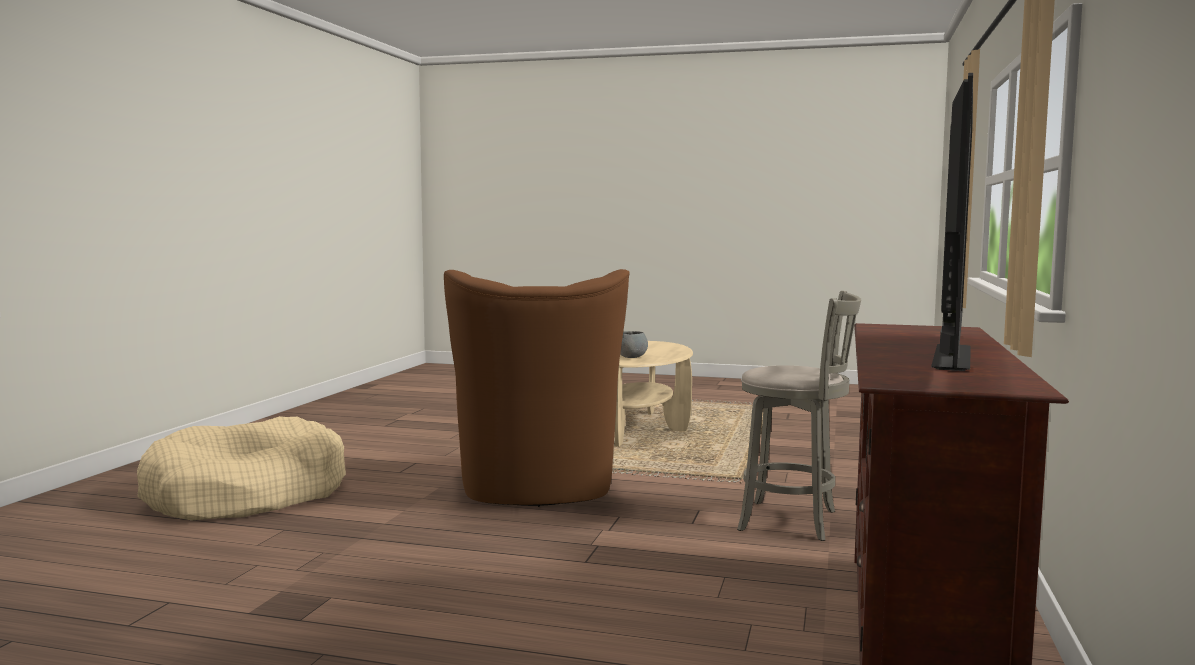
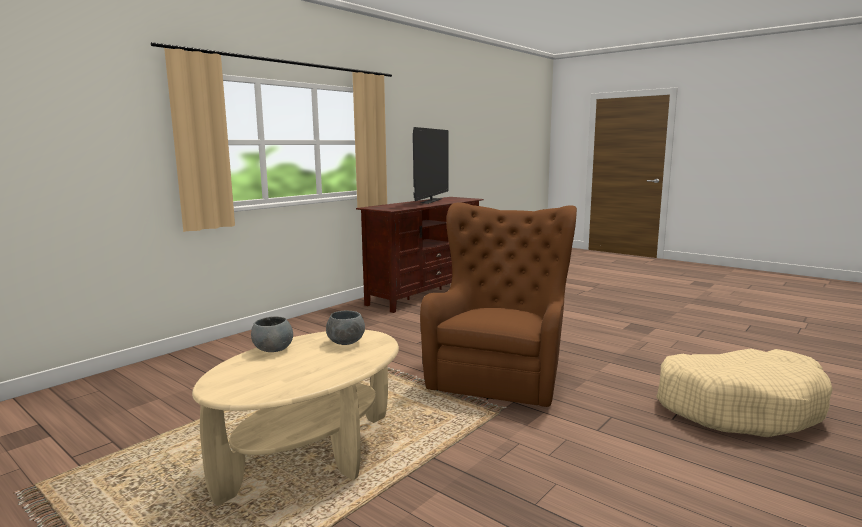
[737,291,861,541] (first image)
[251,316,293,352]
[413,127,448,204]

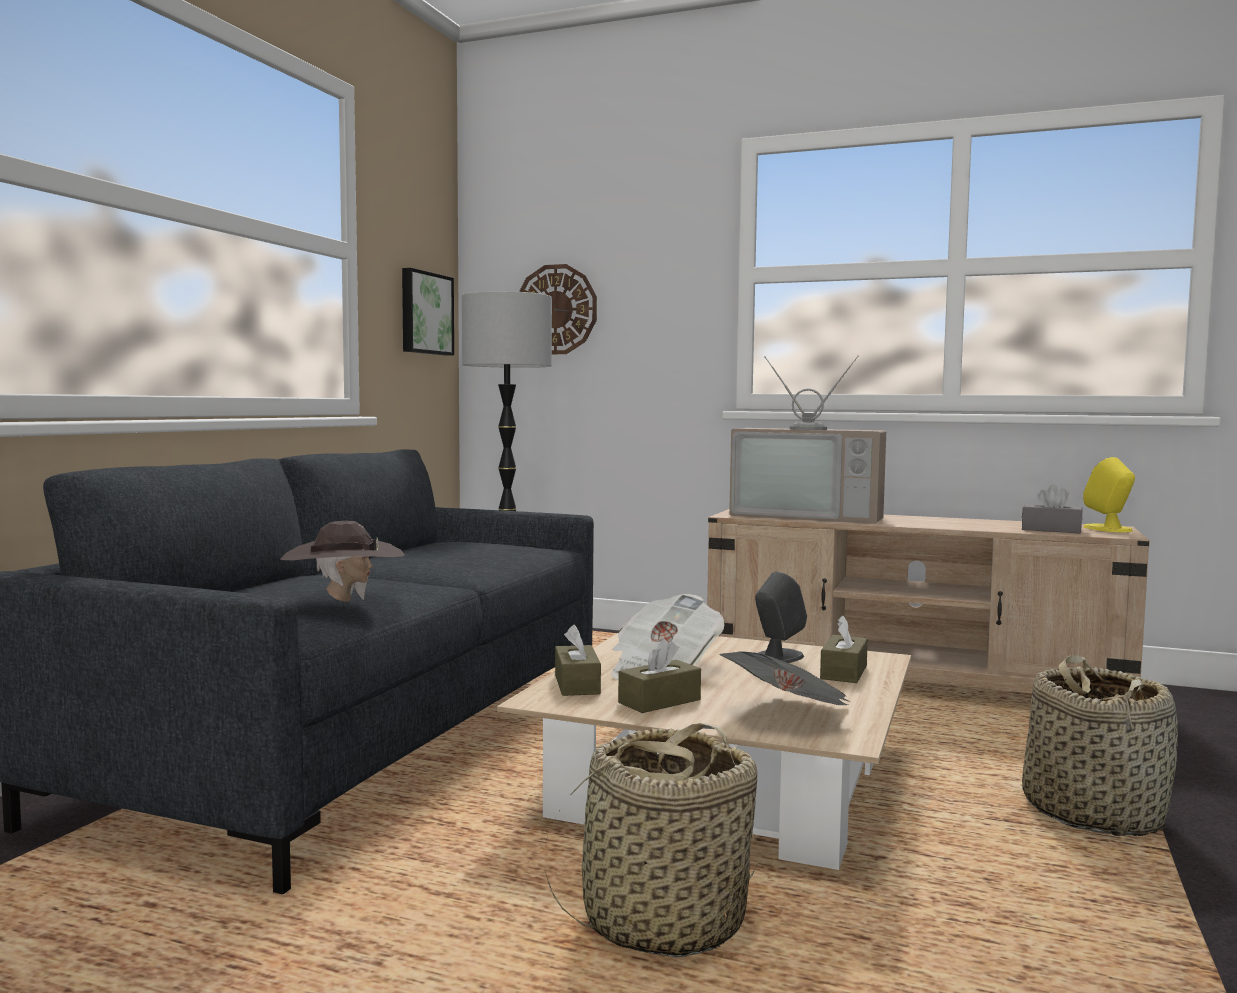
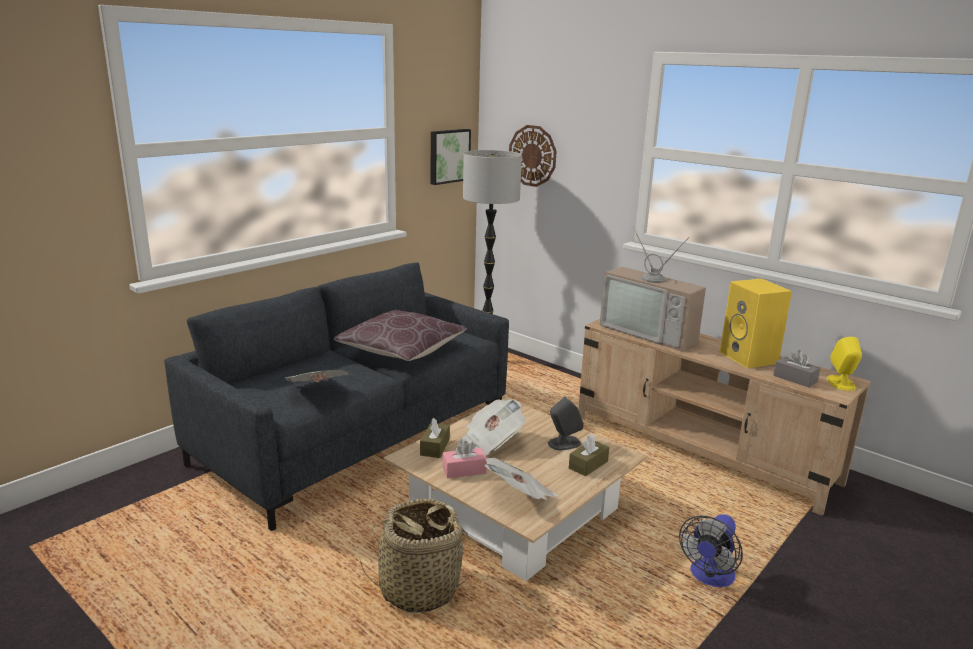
[334,310,467,361]
[720,279,792,368]
[284,370,350,382]
[679,514,743,587]
[443,441,487,478]

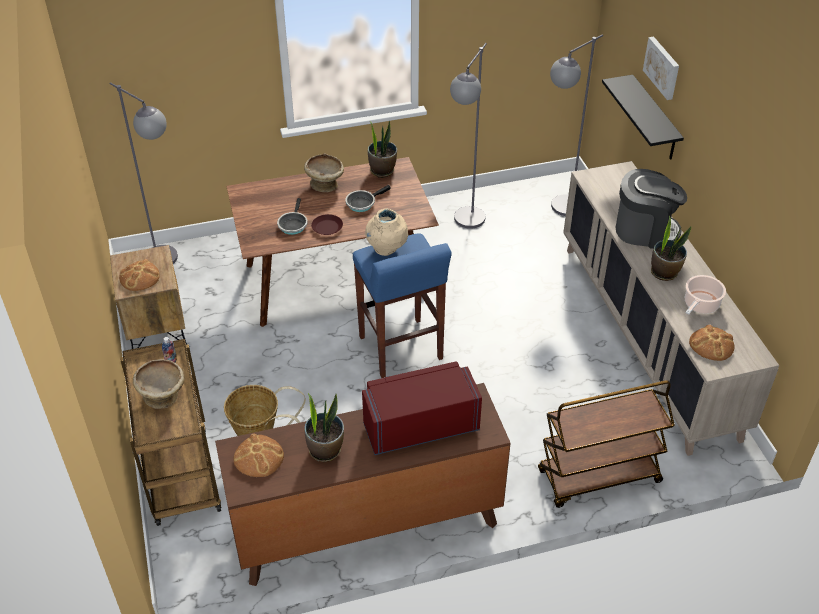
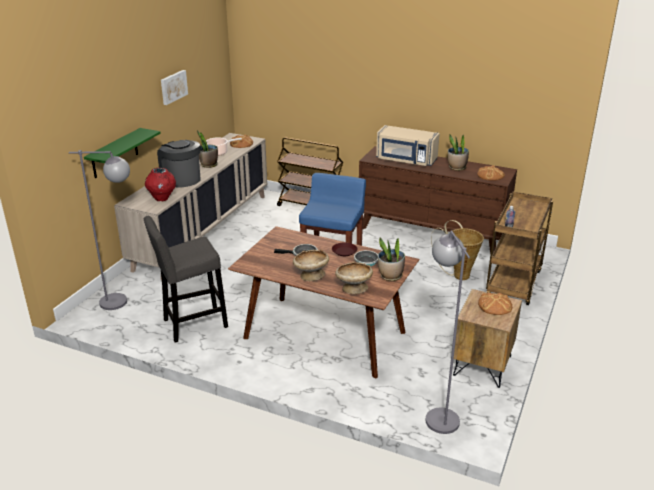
[365,208,408,256] (first image)
[145,168,176,201]
[335,261,373,294]
[378,238,405,281]
[161,70,188,105]
[144,216,228,343]
[376,125,440,166]
[84,128,161,178]

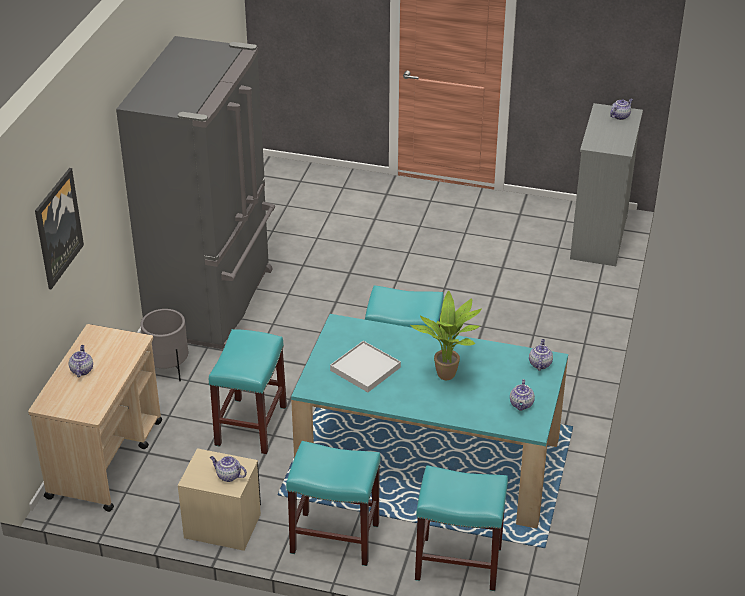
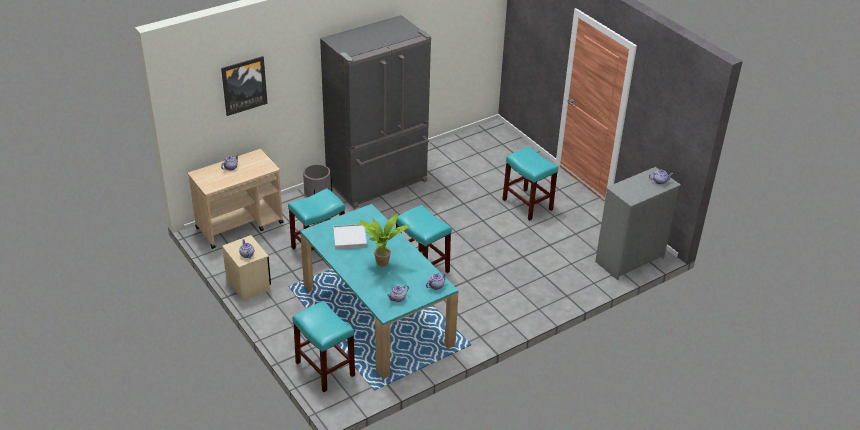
[502,147,558,221]

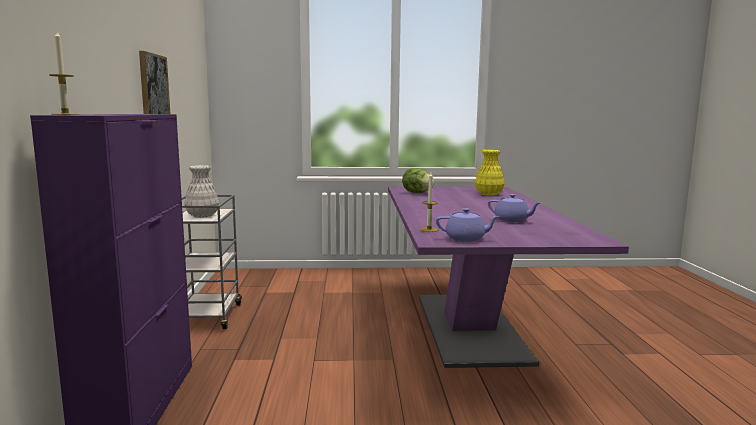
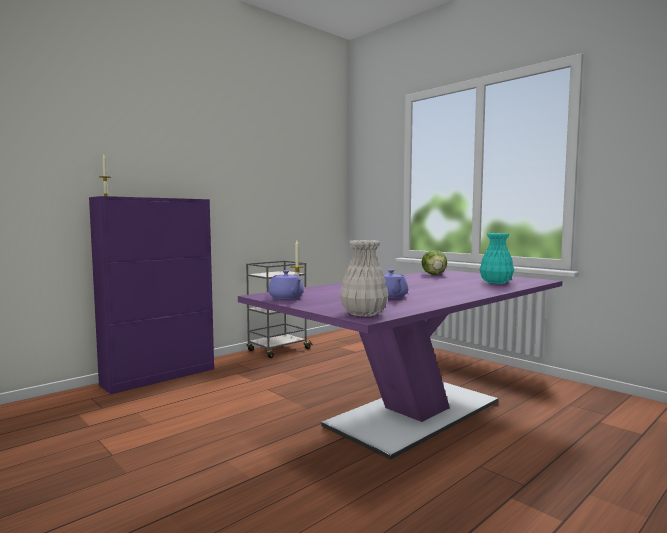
[139,51,170,114] (first image)
[340,240,388,317]
[480,233,514,284]

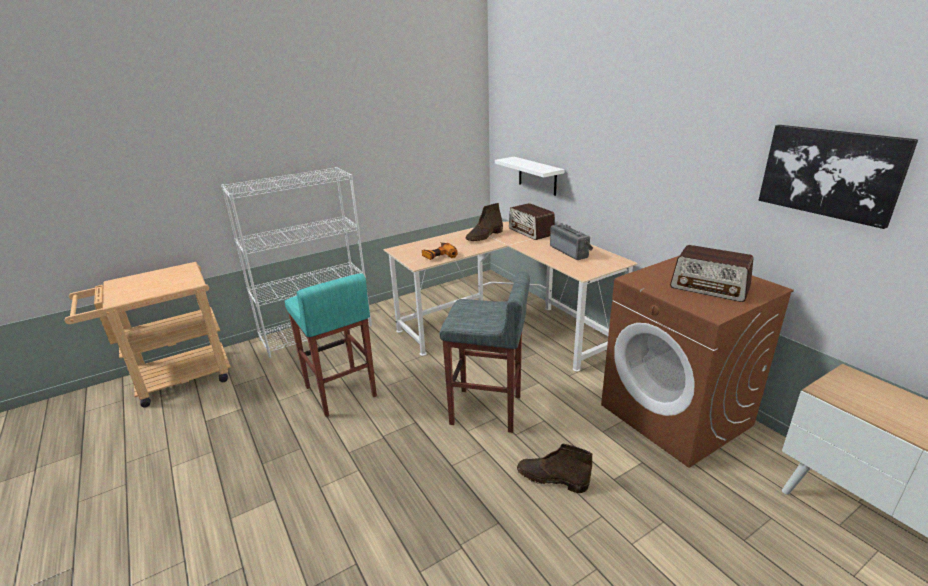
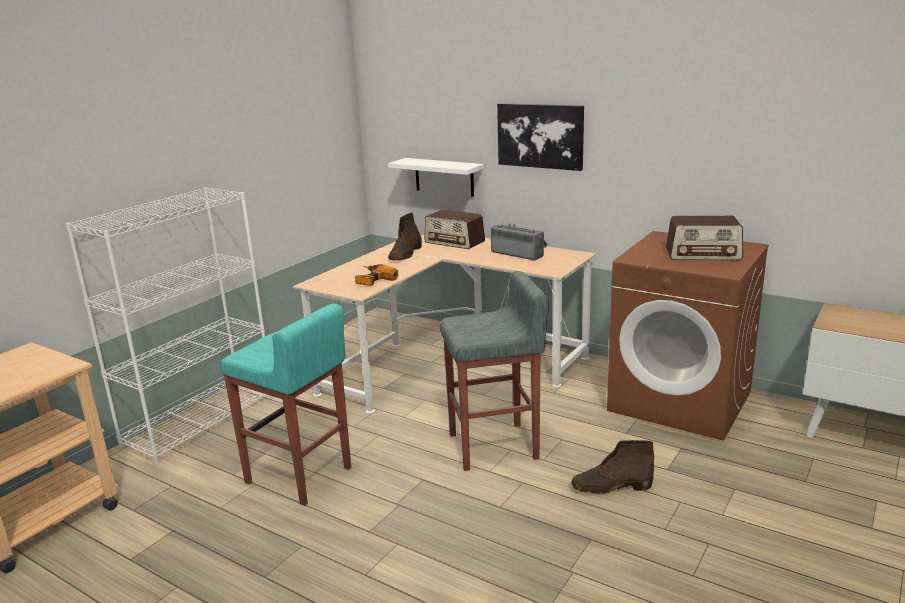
[497,103,584,171]

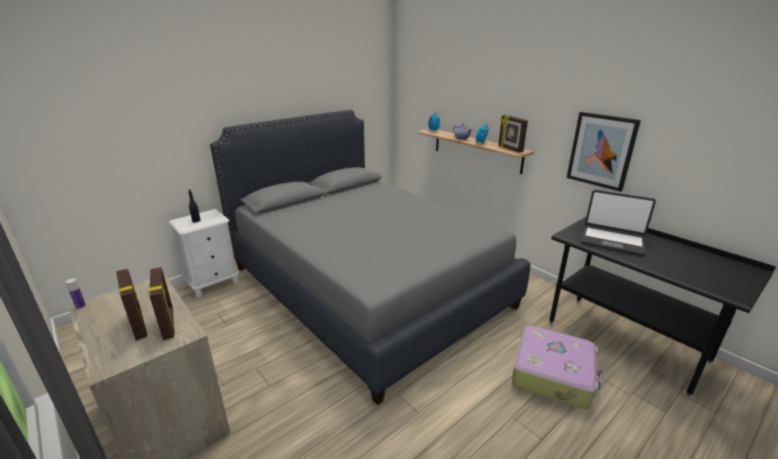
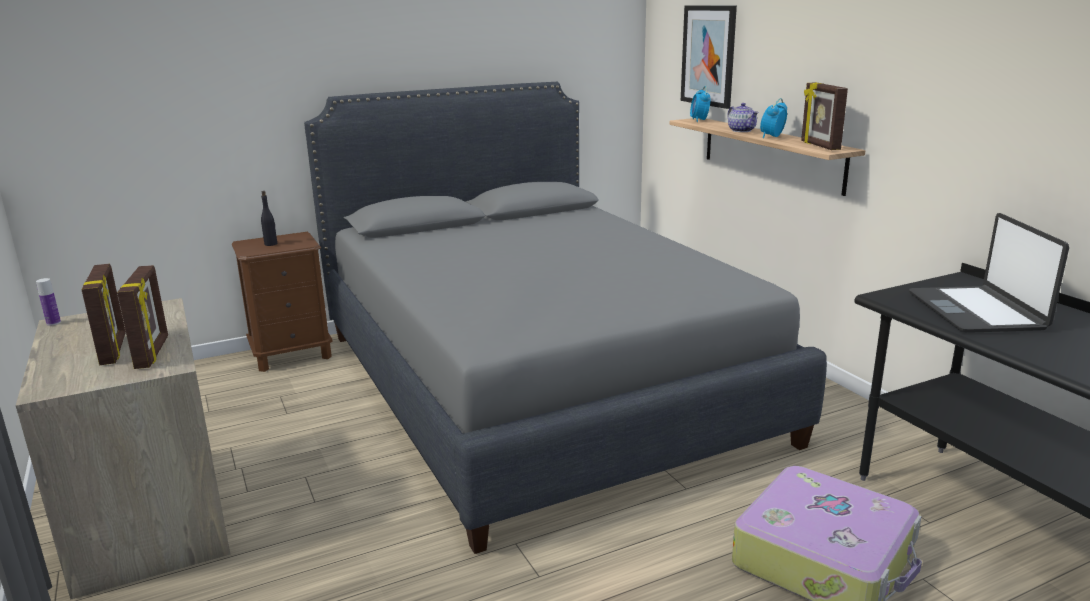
[681,5,737,109]
[232,232,333,372]
[909,213,1069,333]

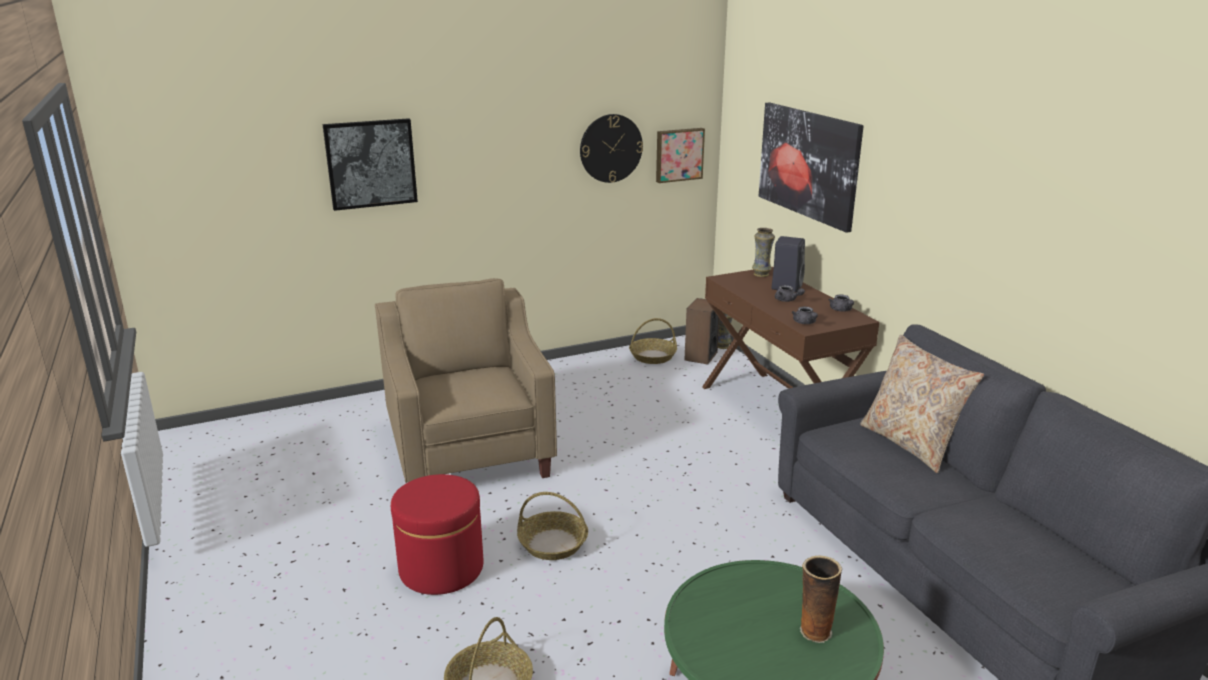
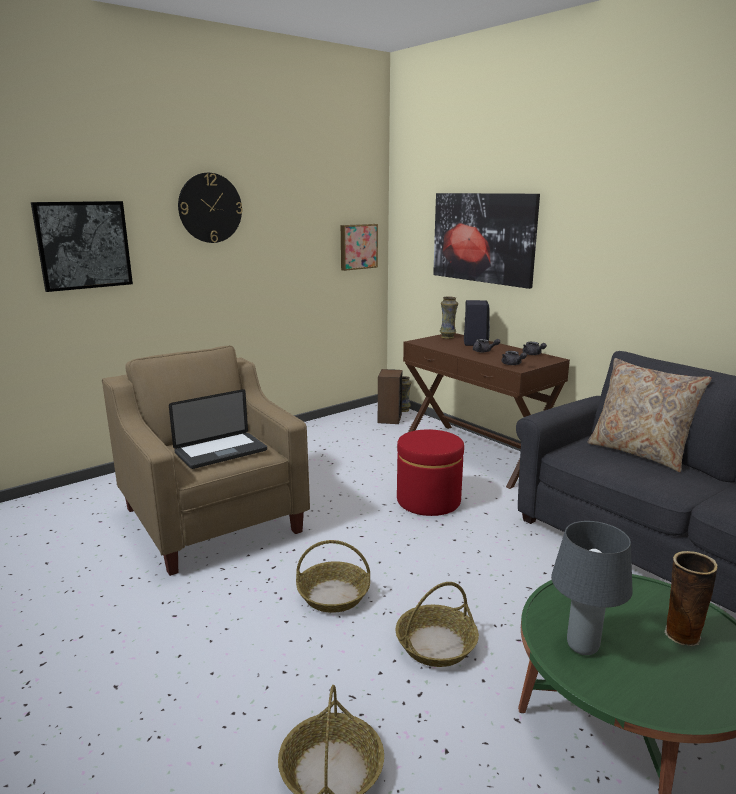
[169,389,267,469]
[551,521,633,655]
[397,429,464,516]
[178,173,243,243]
[396,582,479,667]

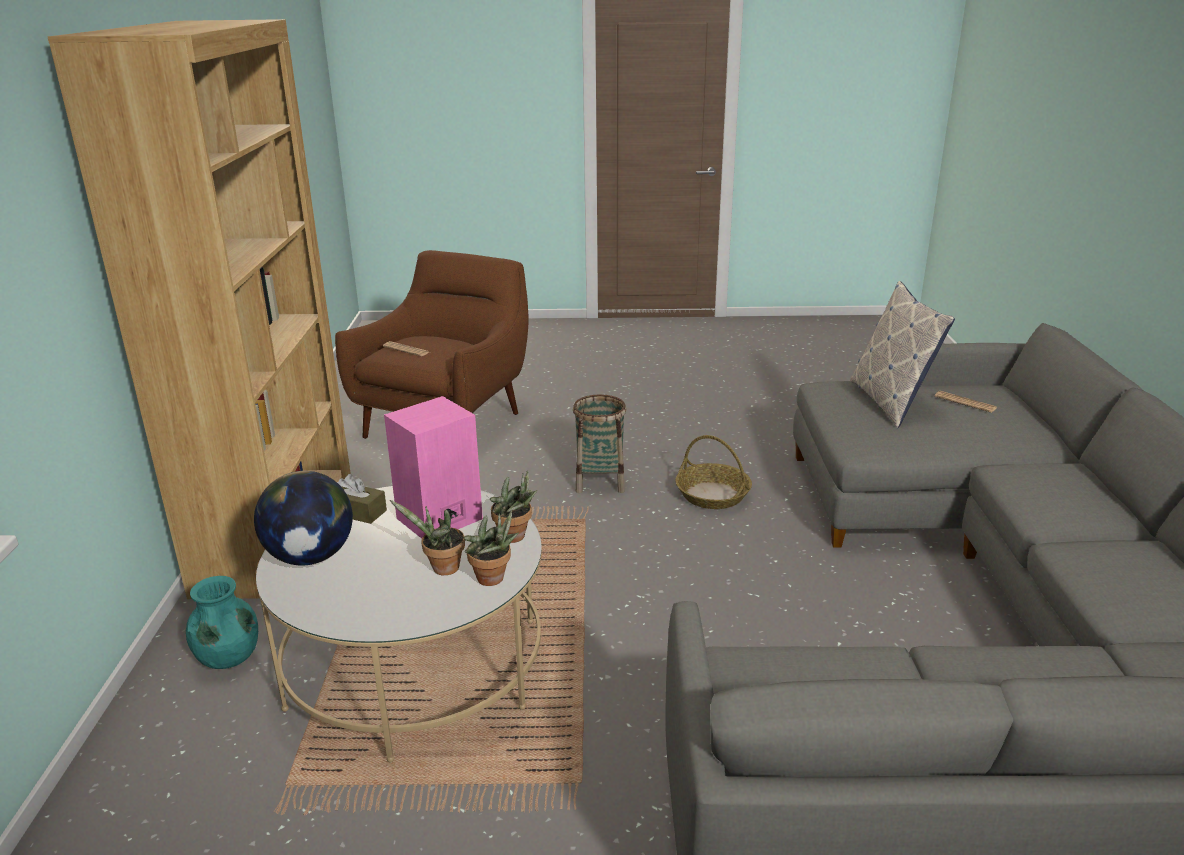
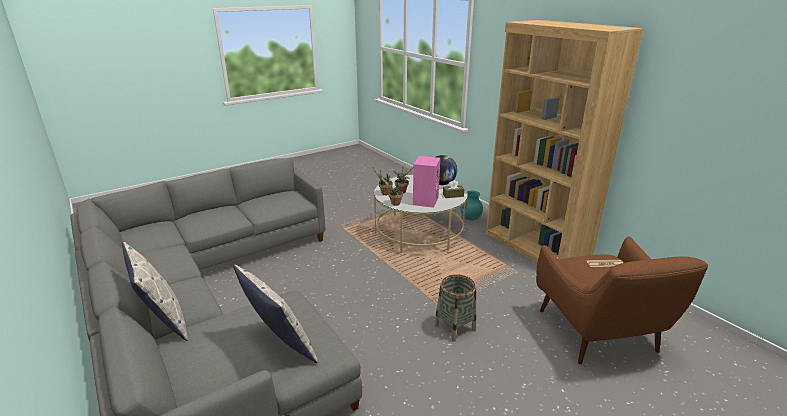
[676,435,752,509] (first image)
[935,391,997,413] (first image)
[122,242,188,341]

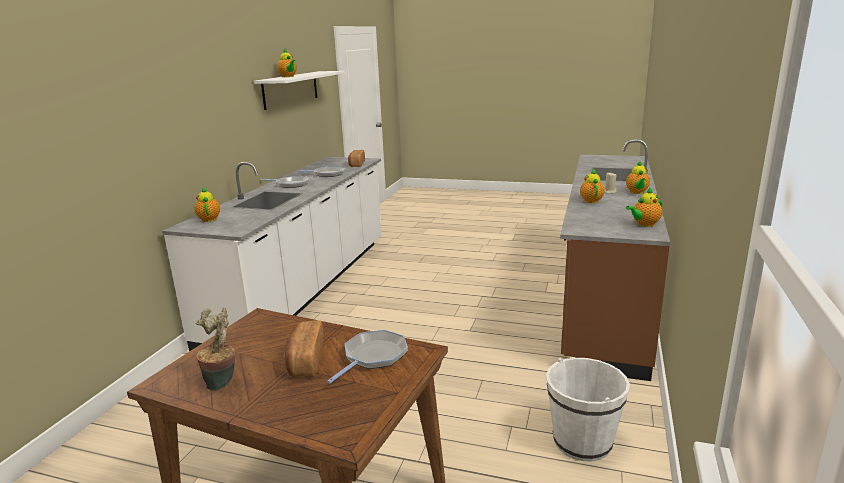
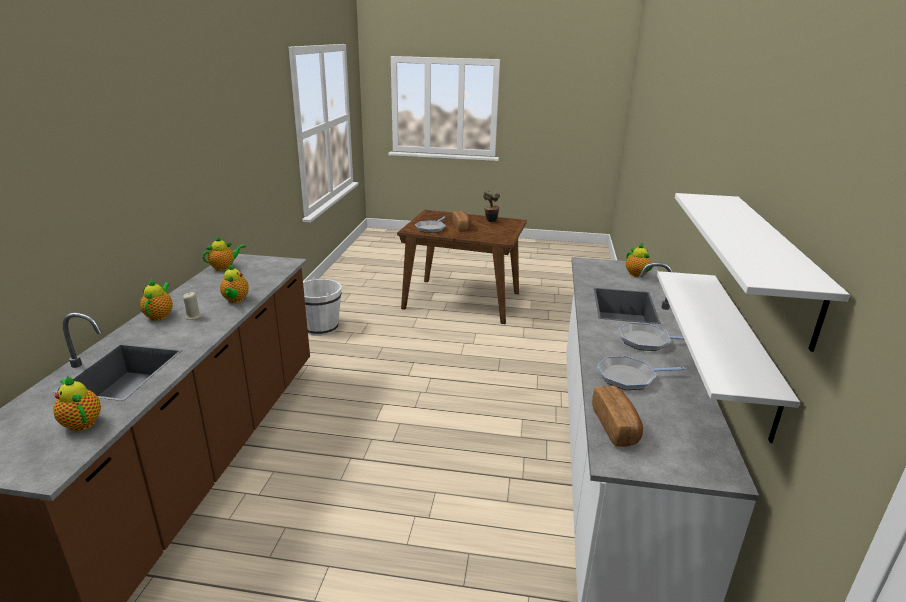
[657,271,800,443]
[53,375,101,431]

